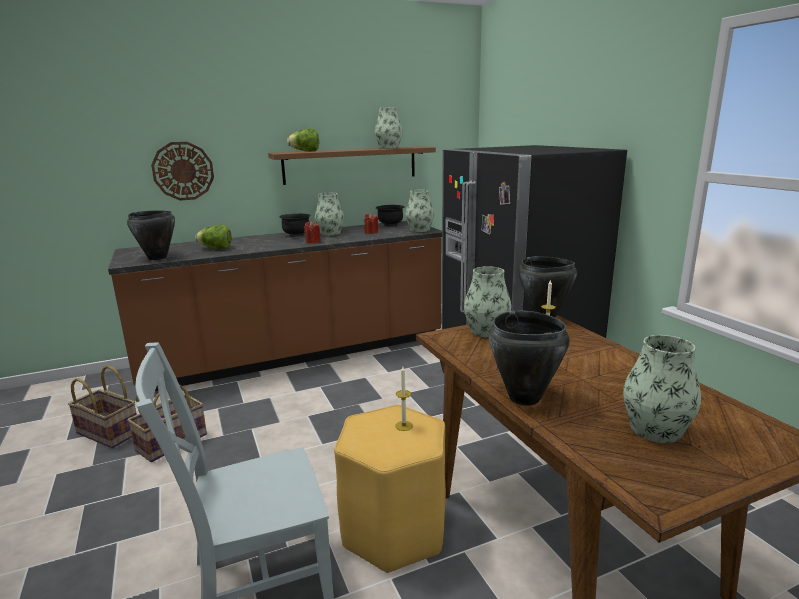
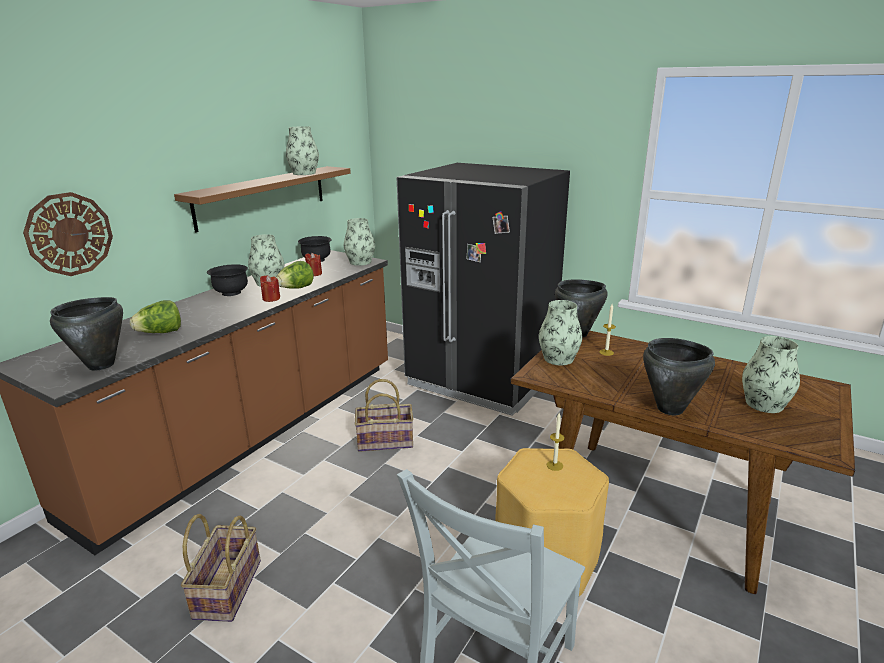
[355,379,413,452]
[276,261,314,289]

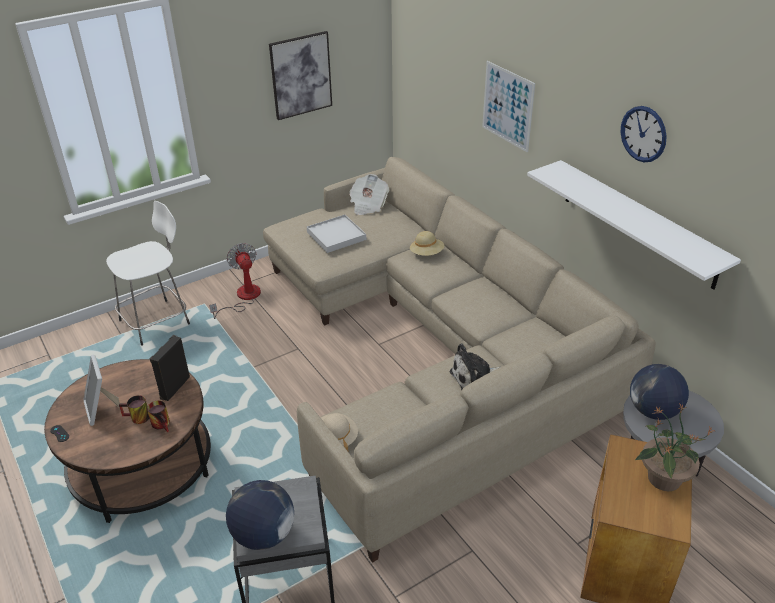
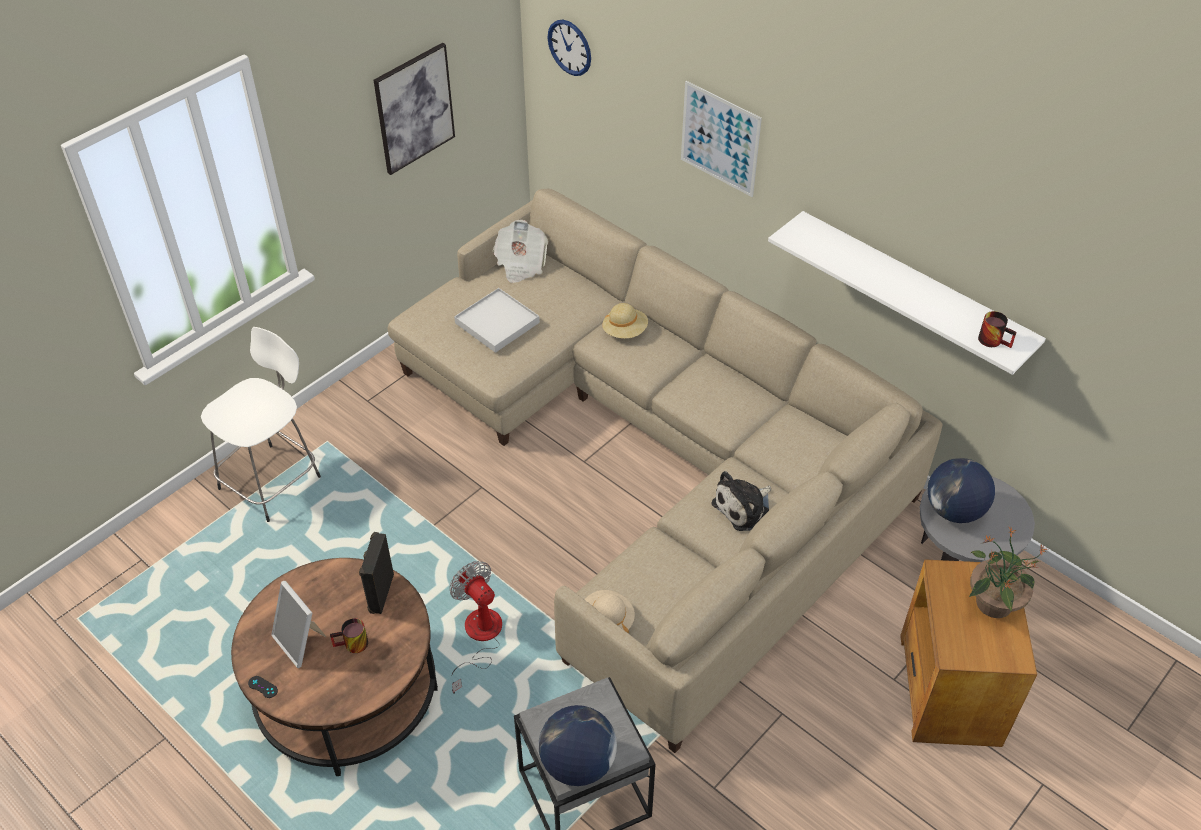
[978,311,1017,348]
[450,561,502,694]
[547,19,591,76]

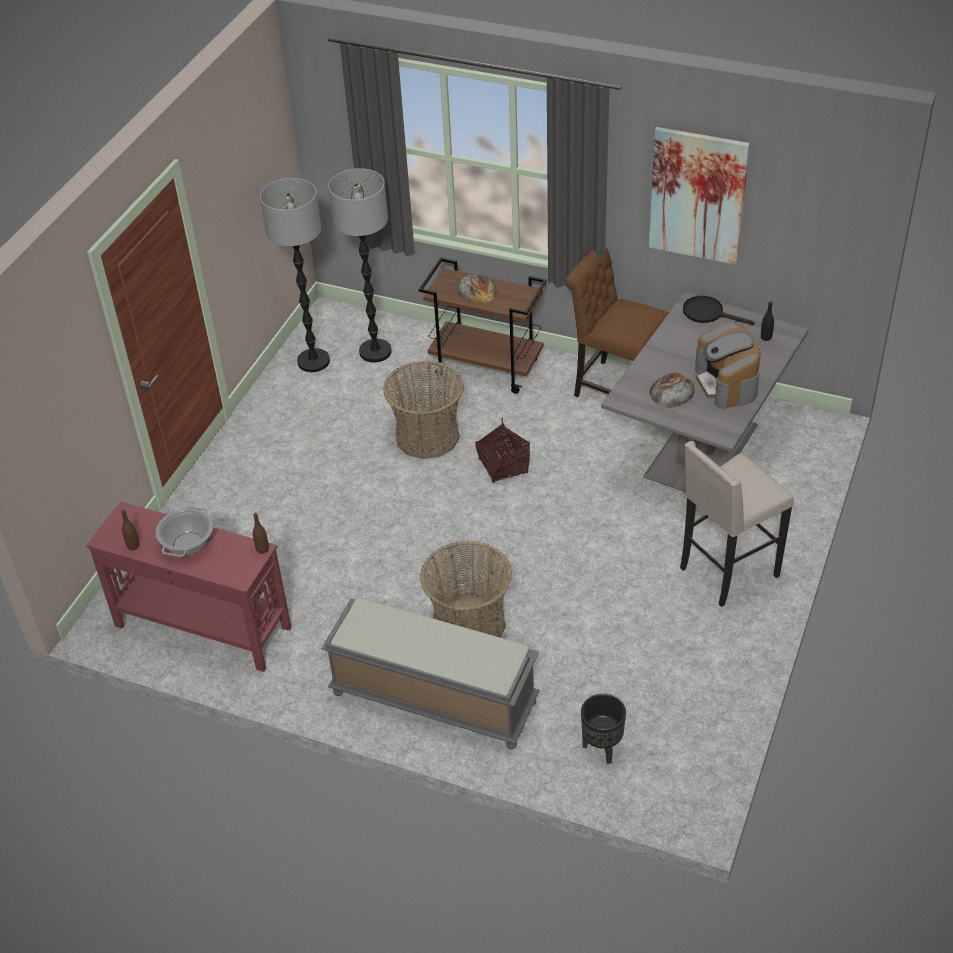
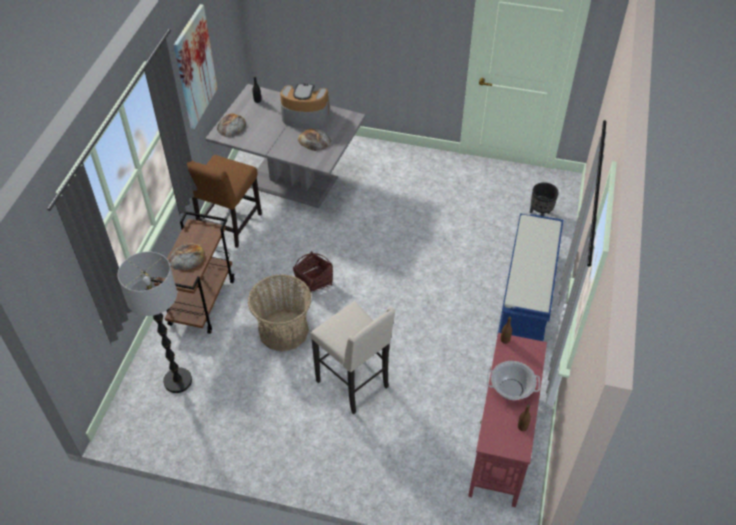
[260,178,330,372] (first image)
[420,541,512,637] (first image)
[310,301,396,414]
[217,113,246,137]
[497,213,563,341]
[280,84,330,129]

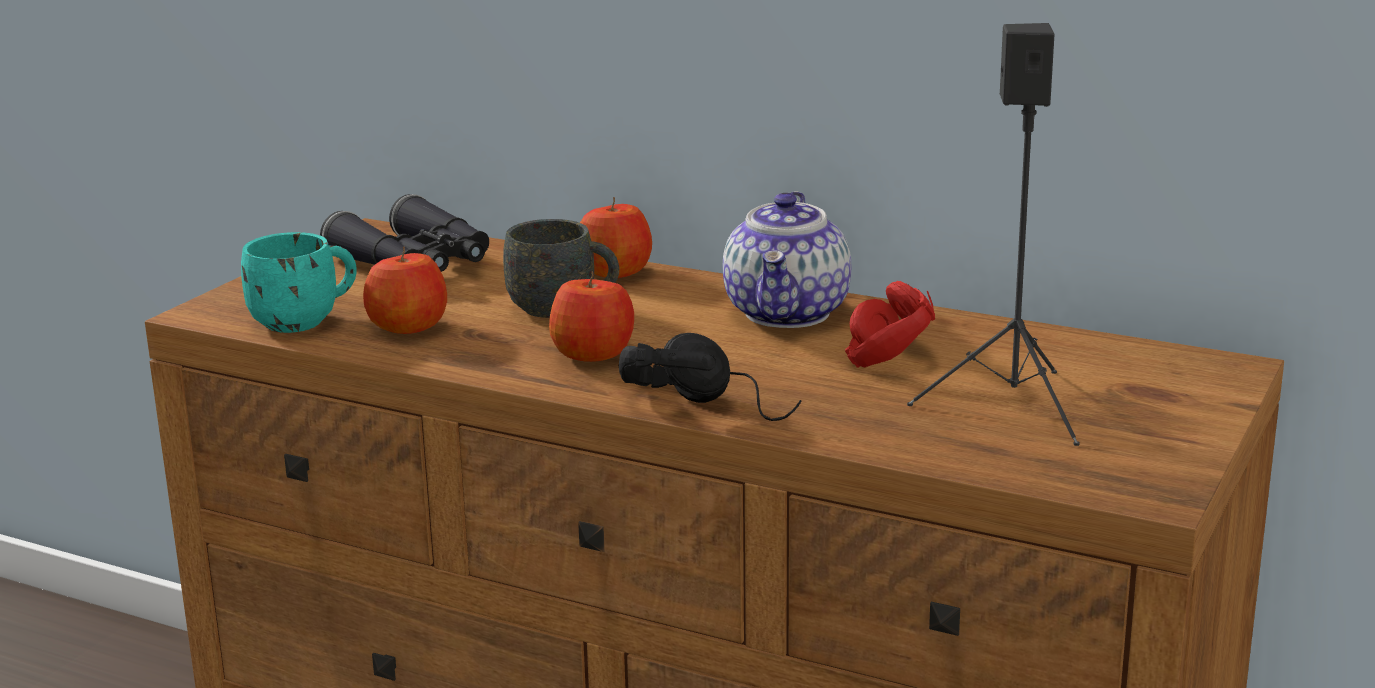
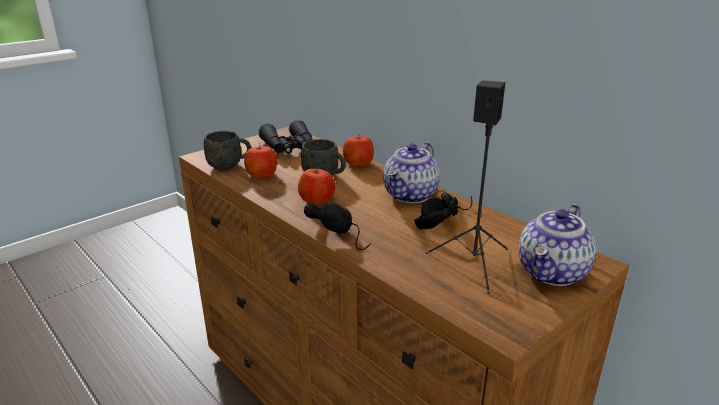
[519,204,596,286]
[204,131,251,170]
[414,192,472,230]

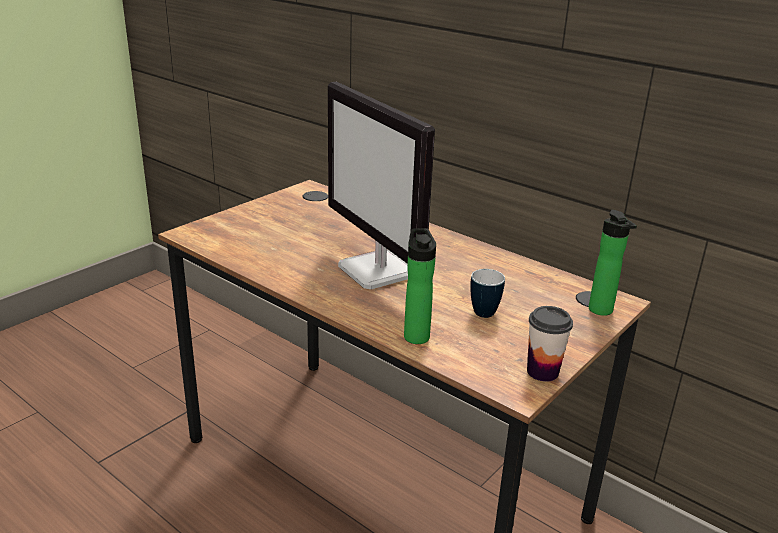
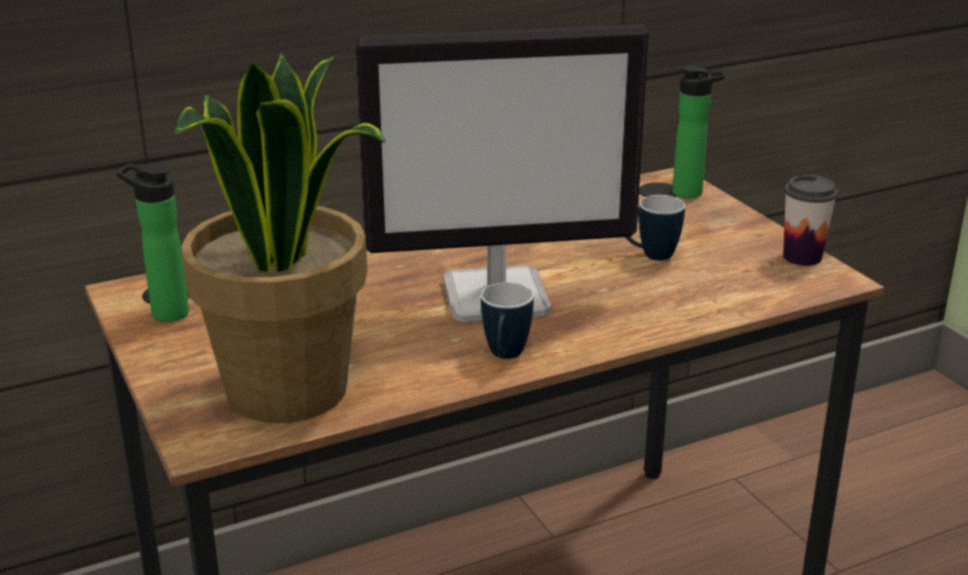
[175,54,386,423]
[481,282,534,359]
[116,164,189,322]

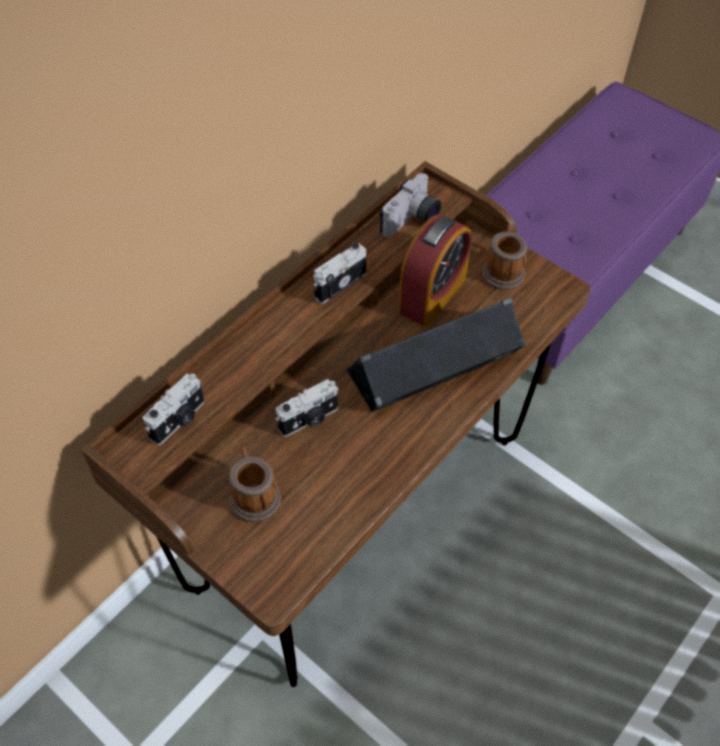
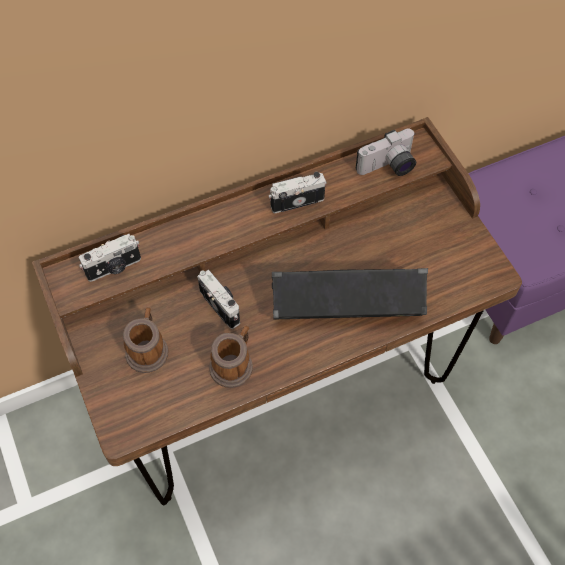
[398,214,472,327] (first image)
[209,326,253,388]
[198,269,240,329]

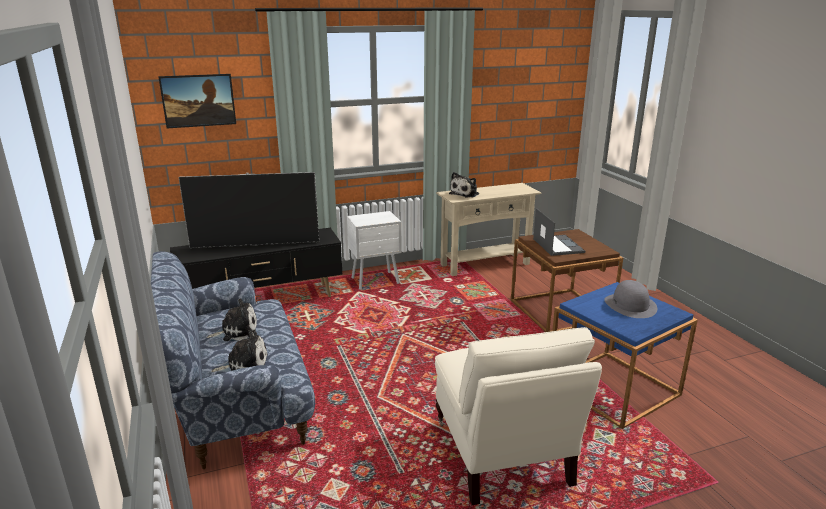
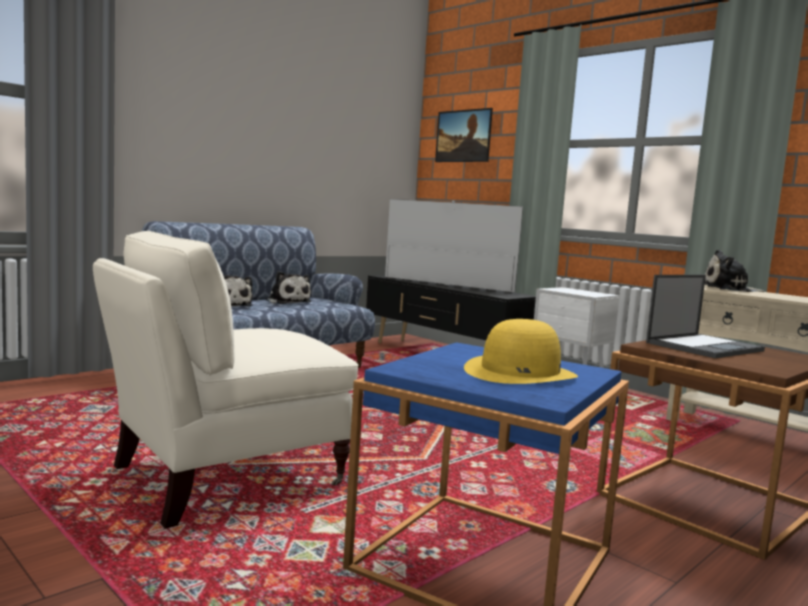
[464,319,578,384]
[385,199,523,292]

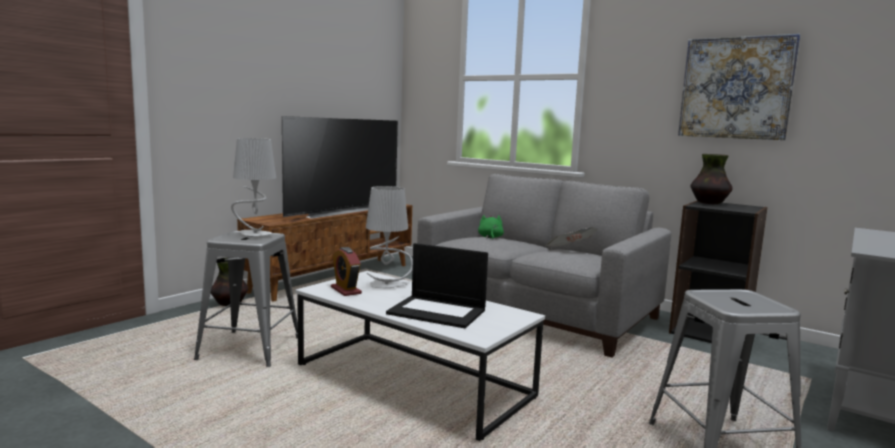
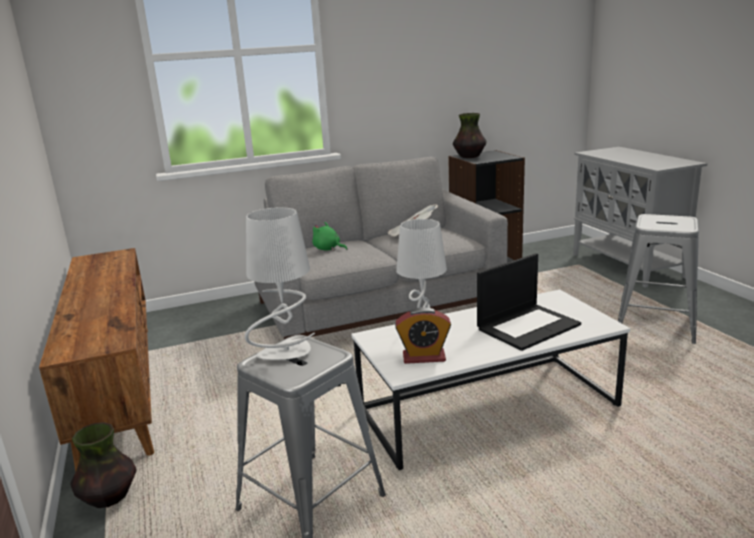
[282,116,398,218] (first image)
[678,34,800,140] (first image)

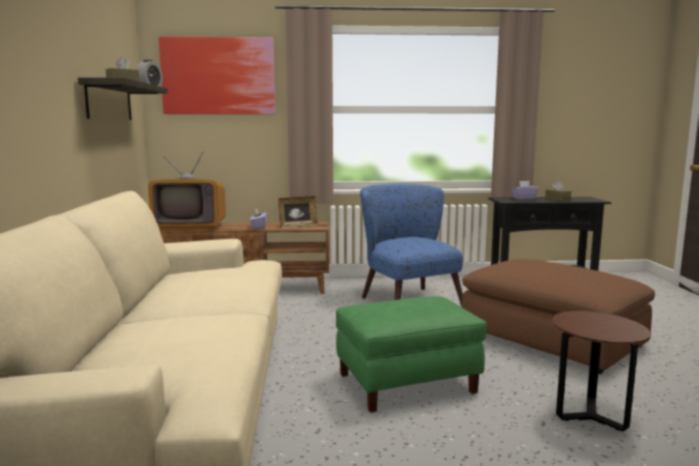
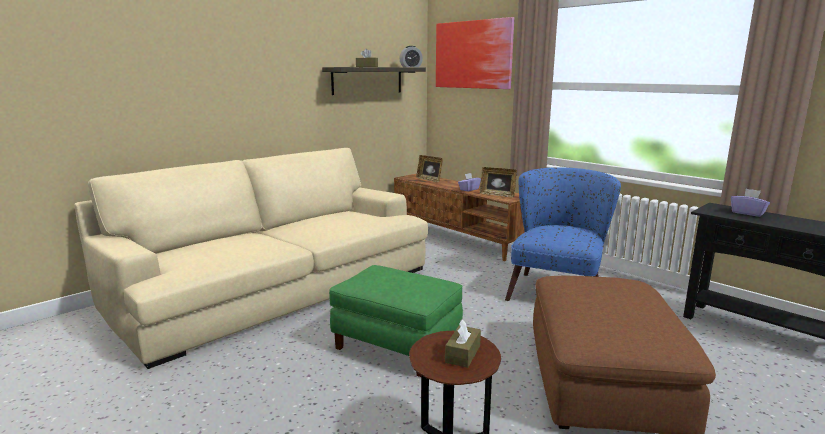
[445,319,481,368]
[416,155,443,183]

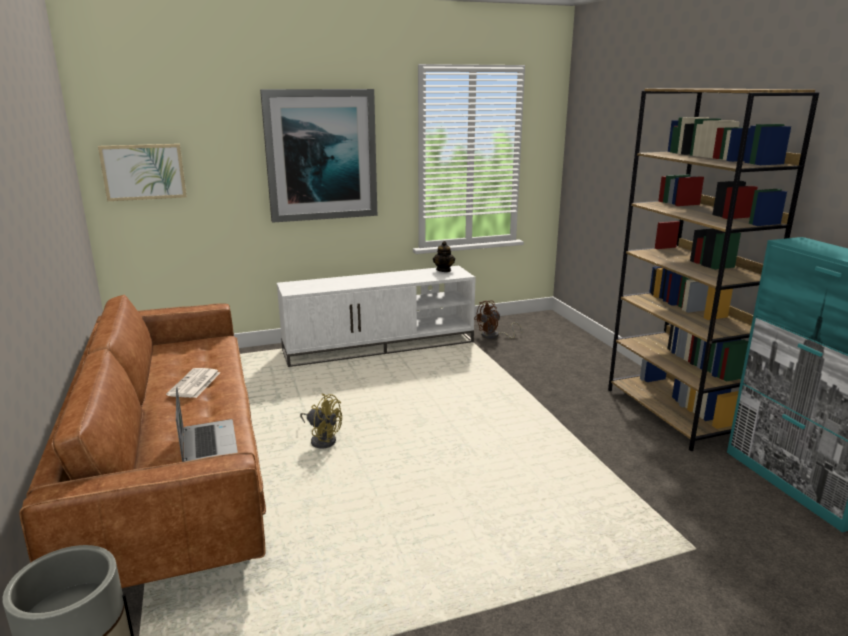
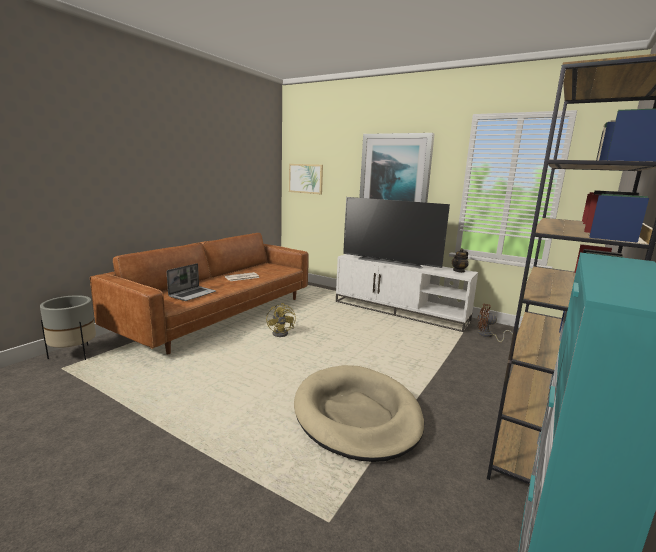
[294,365,424,462]
[343,197,450,269]

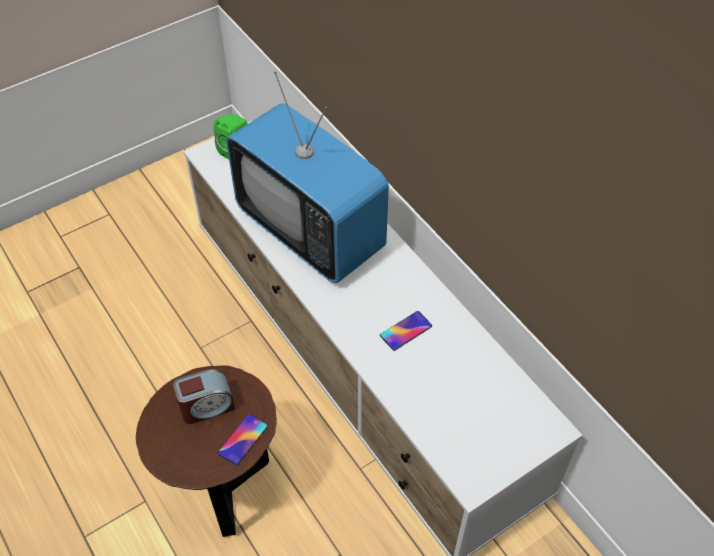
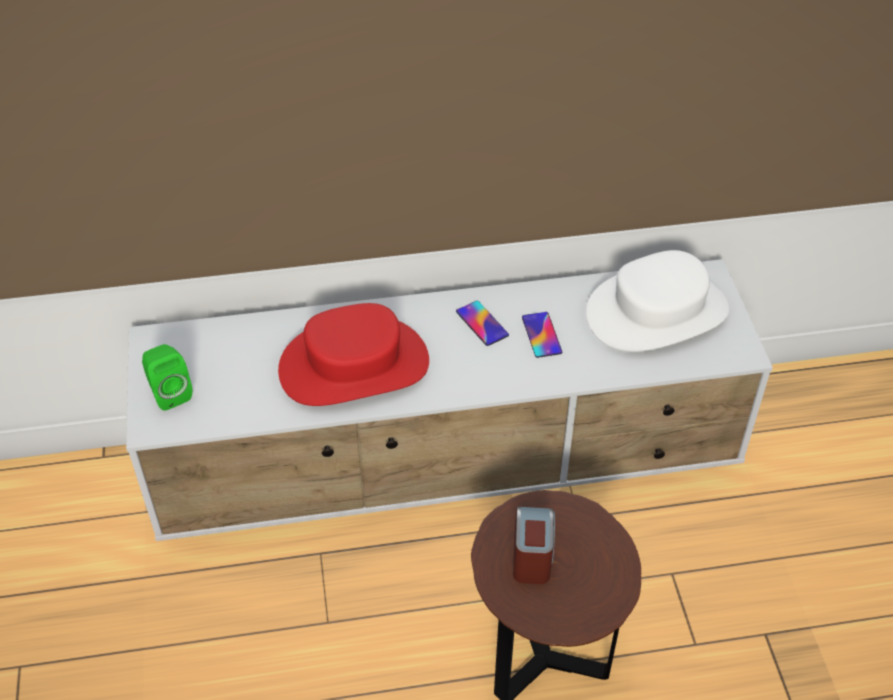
[586,250,729,352]
[456,301,509,346]
[278,303,429,406]

